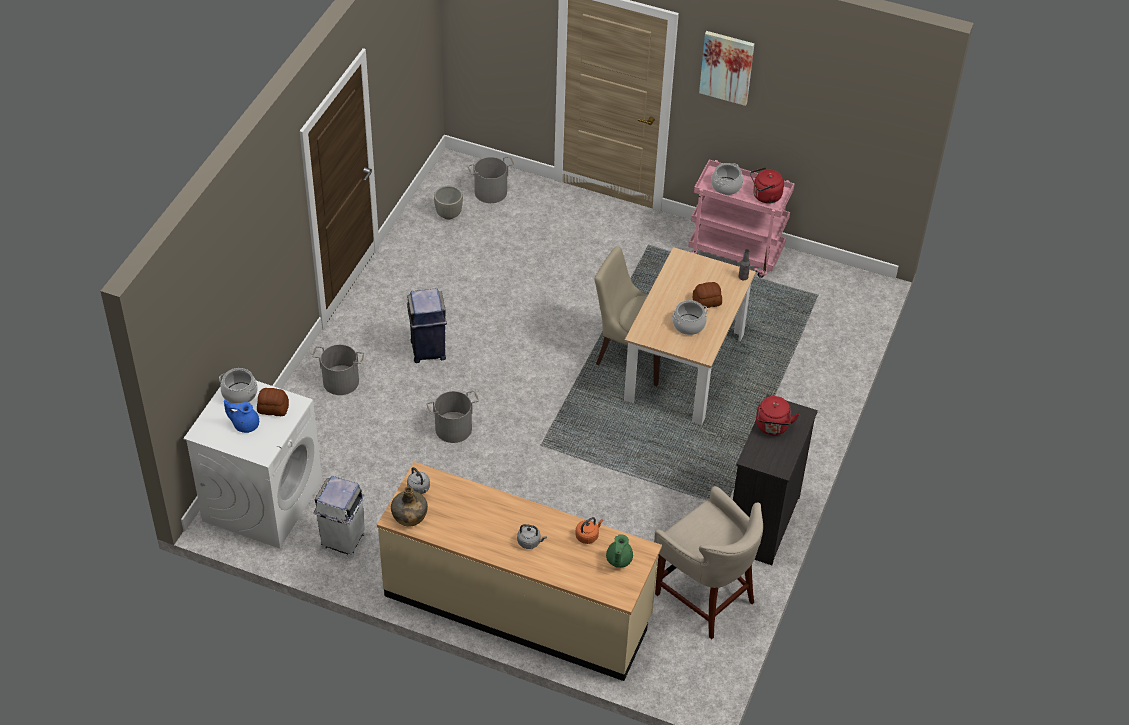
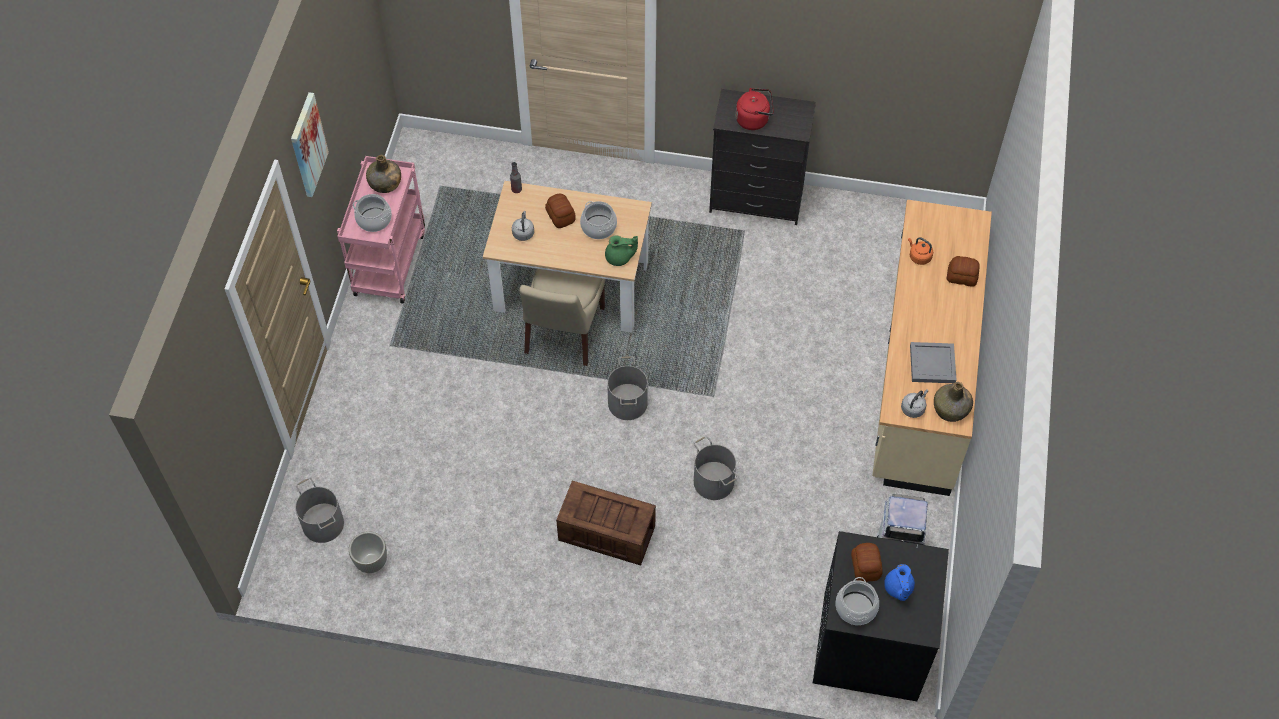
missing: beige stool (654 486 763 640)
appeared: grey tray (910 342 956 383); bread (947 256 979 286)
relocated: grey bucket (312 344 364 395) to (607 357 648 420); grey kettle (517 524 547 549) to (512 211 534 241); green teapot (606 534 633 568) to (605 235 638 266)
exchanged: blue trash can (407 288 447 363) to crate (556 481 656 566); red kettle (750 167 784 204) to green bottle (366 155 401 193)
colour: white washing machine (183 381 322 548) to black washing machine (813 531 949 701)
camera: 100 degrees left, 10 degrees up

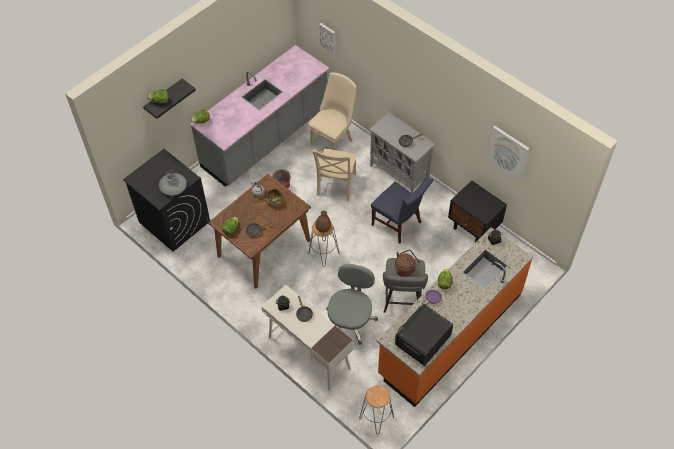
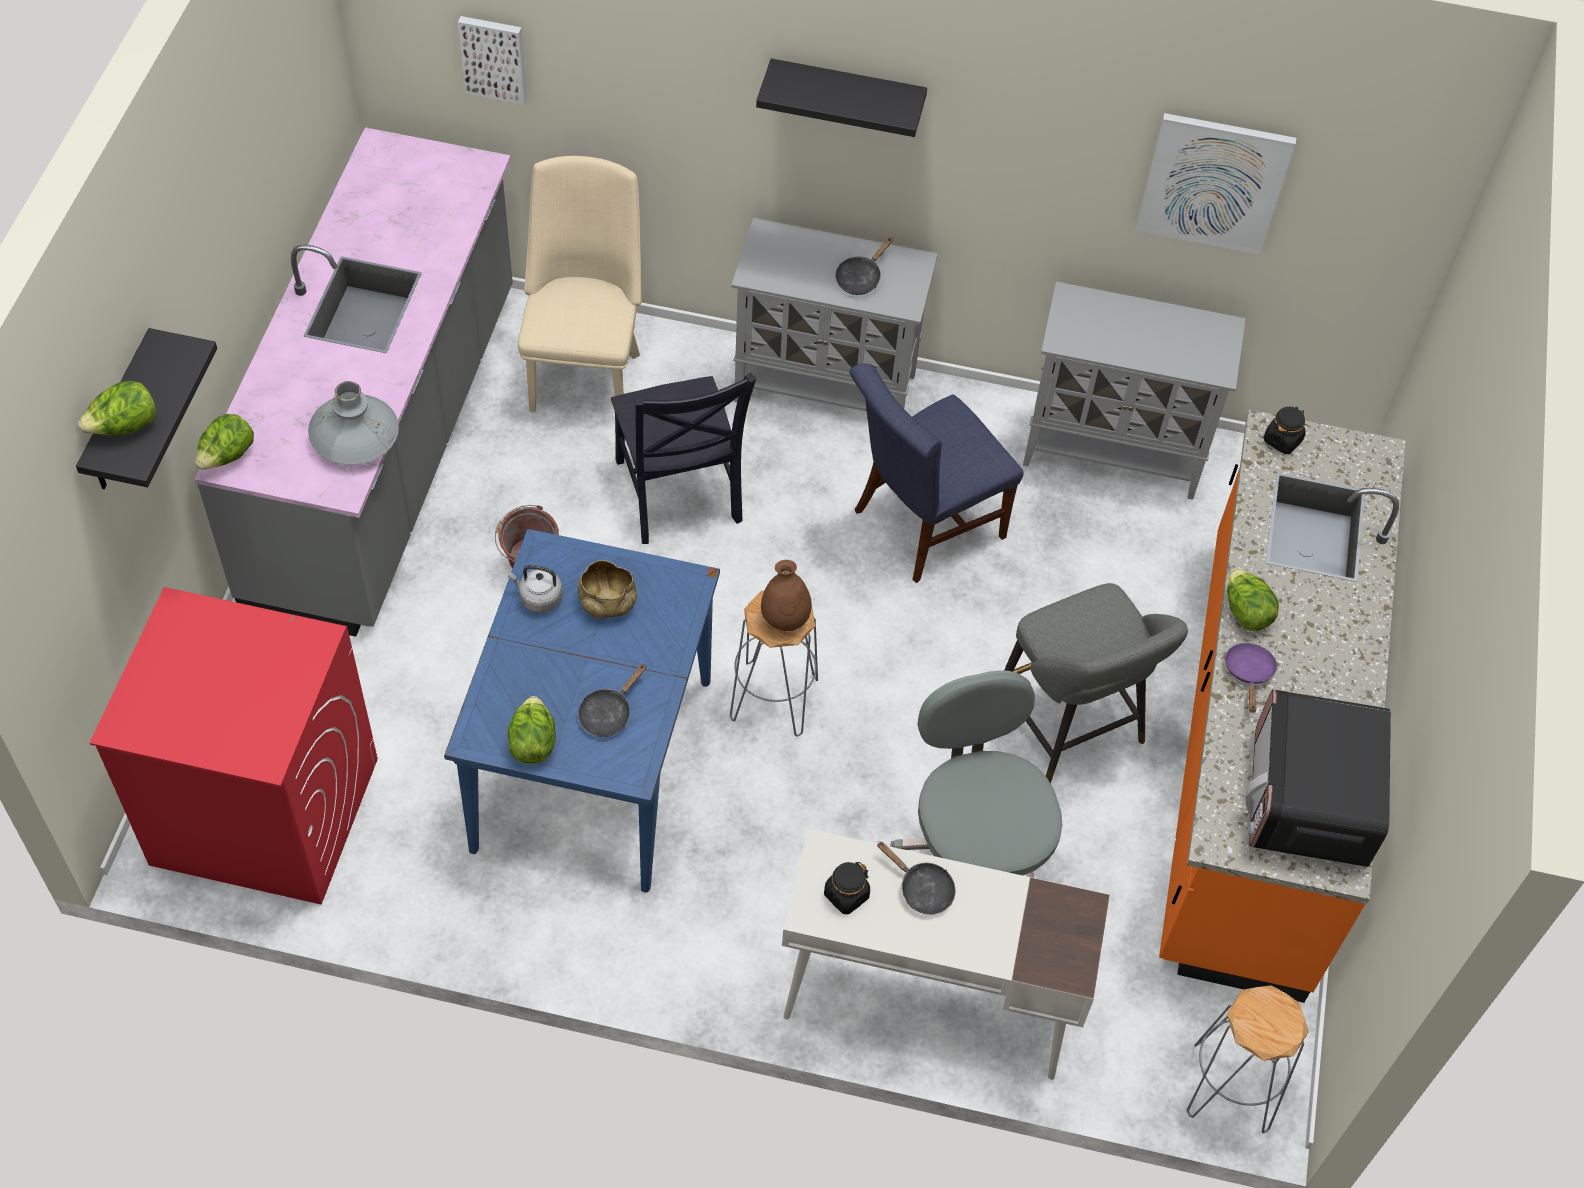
missing: brown kettle (395 250 420 277)
appeared: black shelf (756 58 927 137)
relocated: grey vase (159 170 187 196) to (308 381 399 465)
exchanged: black nightstand (448 180 507 242) to grey cabinet (1023 282 1246 500)
colour: black washing machine (123 149 210 252) to red washing machine (90 587 378 905); brown dining table (208 174 311 288) to blue dining table (444 529 720 893); beige chair (312 149 357 201) to black chair (611 373 756 544)
spun: blue chair (371 177 433 244) = (849 363 1024 583) 135 degrees clockwise
camera: 35 degrees left, 0 degrees up

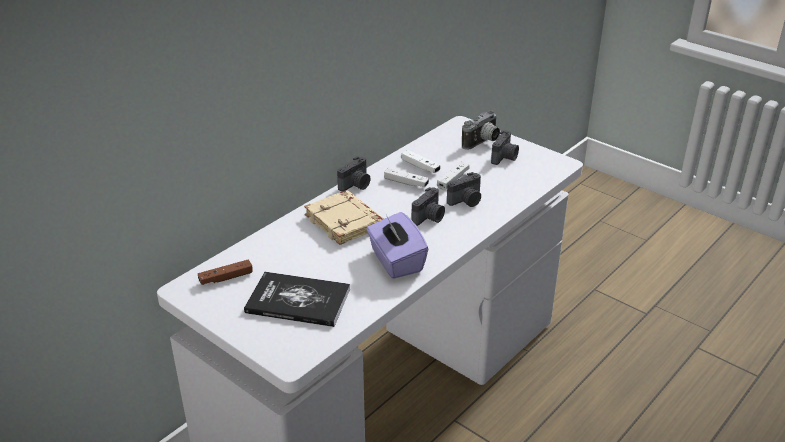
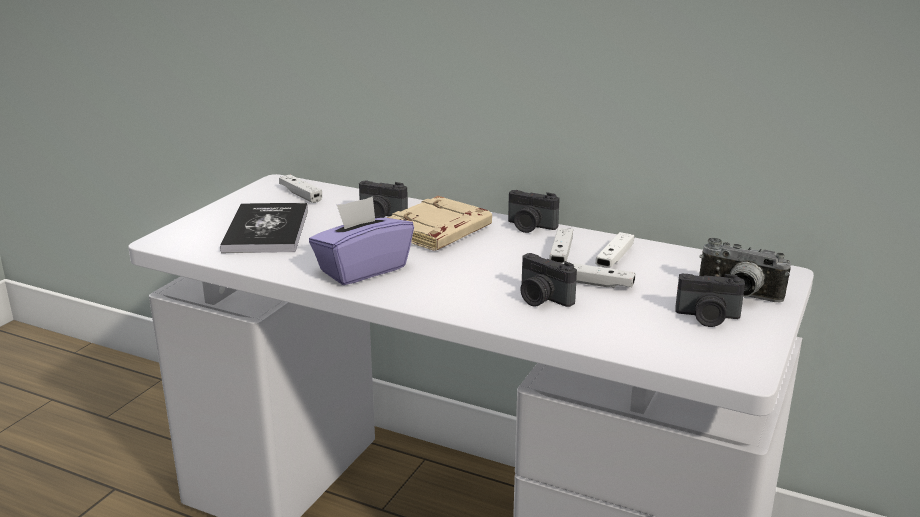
relocated: photo camera (411 187 445 226) to (359 180 408 218)
colour: brown game controller (198 260 253 285) to white game controller (279 175 322 203)
camera: 75 degrees right, 10 degrees down

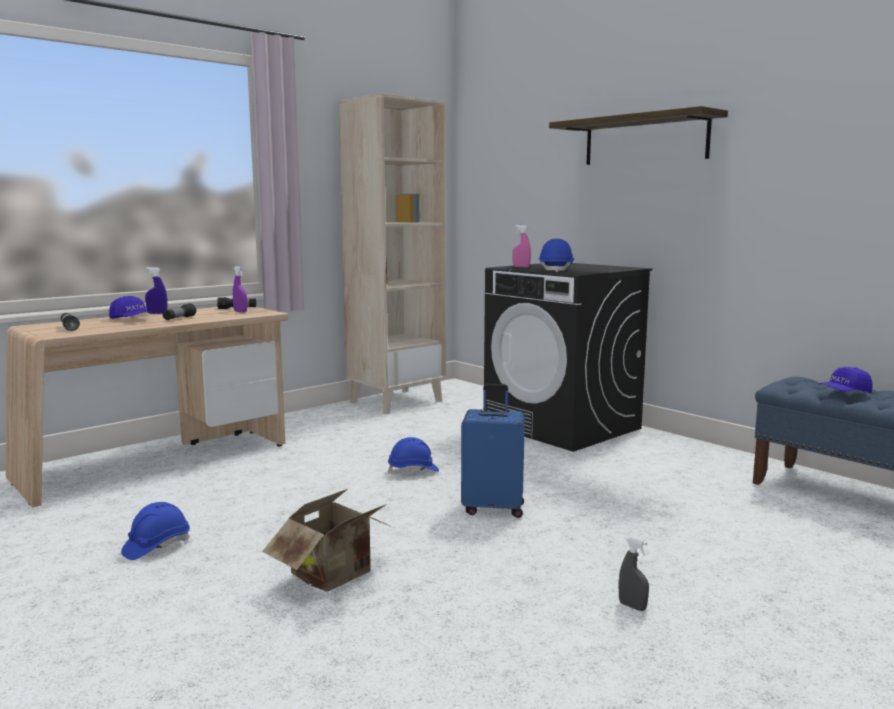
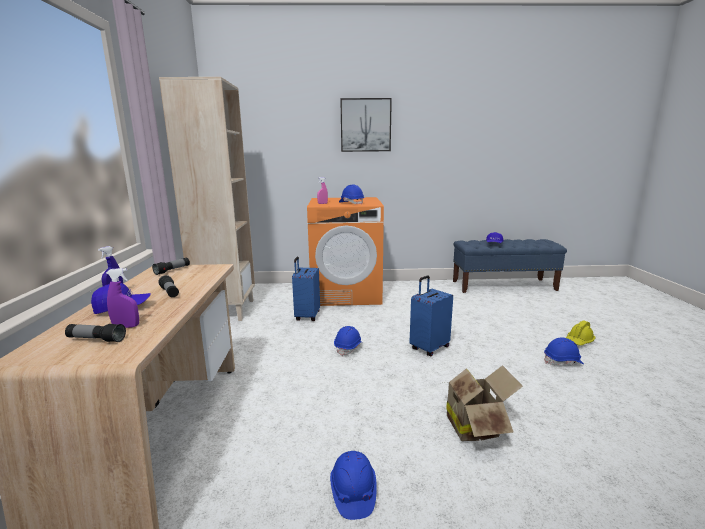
appeared: blue suitcase (292 257 320 321); yellow hard hat (566 321 595 345)
relocated: purple spray bottle (233 266 247 313) to (106 268 139 328)
exchanged: shelf (549 106 728 165) to picture (340 98 392 152); grey spray bottle (618 537 649 611) to blue hard hat (544 337 584 365)
colour: black washing machine (484 263 652 452) to orange washing machine (307 197 384 306)
camera: 50 degrees left, 5 degrees up

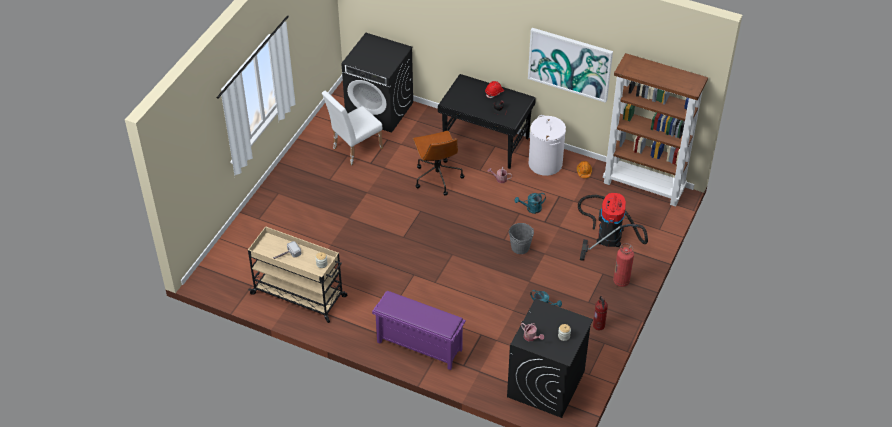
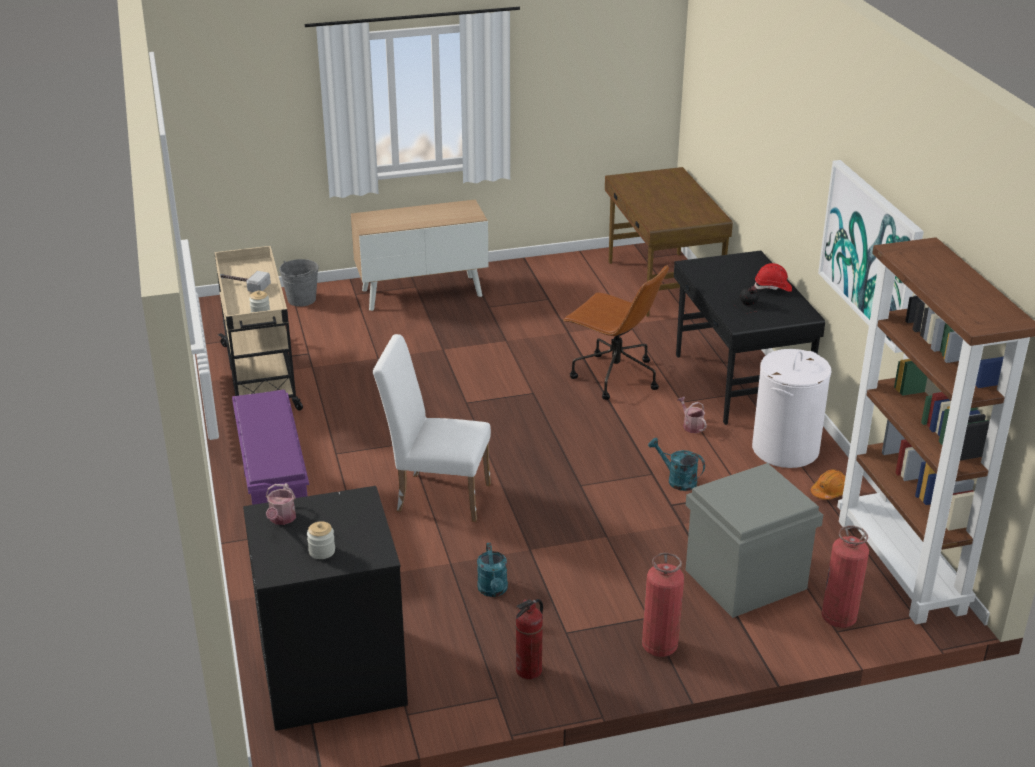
appeared: cabinet (351 199 489 311); fire extinguisher (822 526 869 628)
relocated: white chair (322 91 383 166) to (373 334 491 522); grey bucket (509 223 534 254) to (279 259 319 307)
exchanged: black washing machine (341 33 413 133) to brown desk (605 167 733 317); vacuum cleaner (578 193 648 261) to grey storage box (686 463 823 618)
spun: brown office chair (413 131 465 196) = (563 265 669 400) 90 degrees counterclockwise
camera: 50 degrees right, 15 degrees down

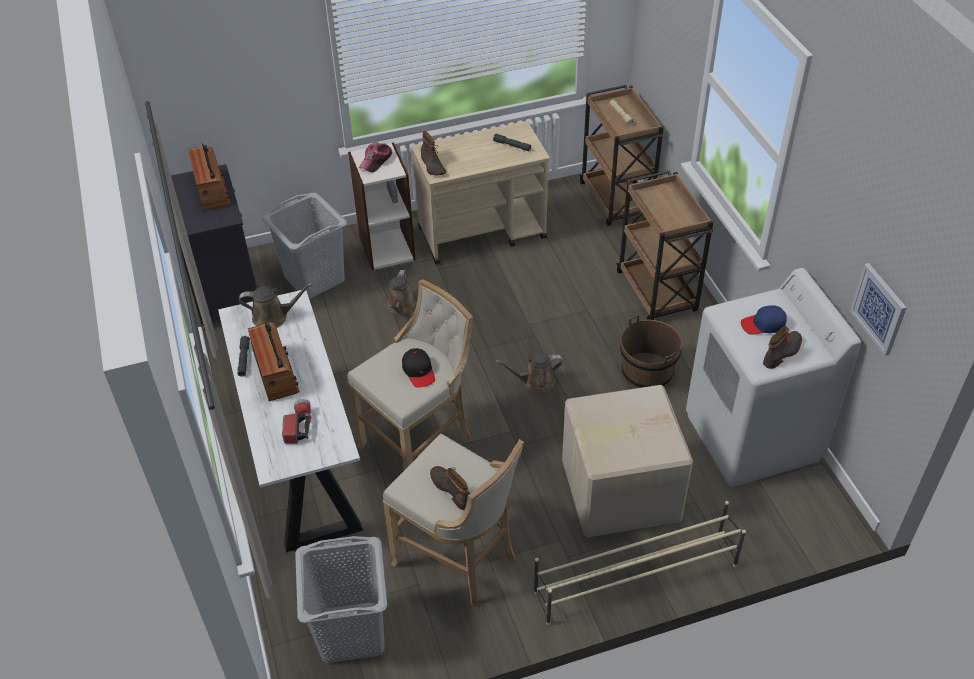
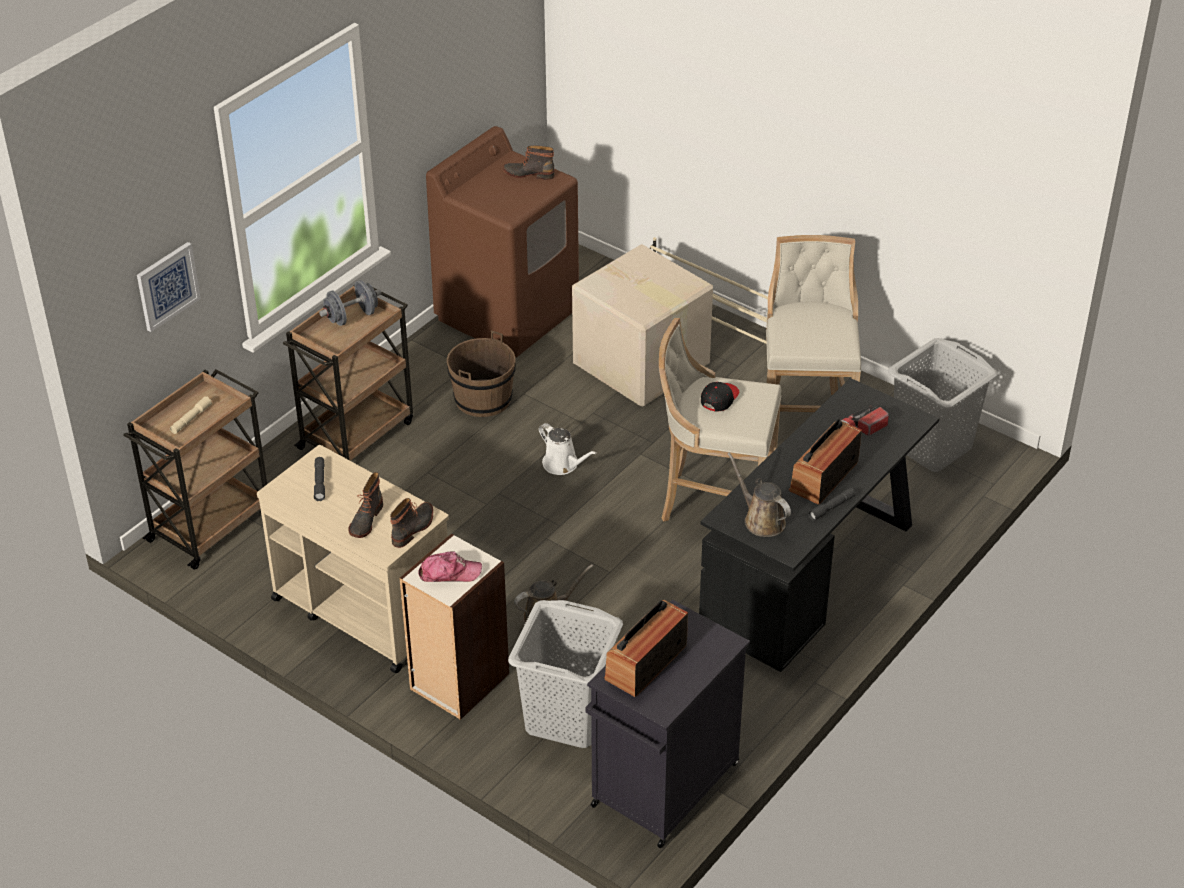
missing: blue cap (741 305 787 334)
appeared: grey dumbbell (319 280 382 326)
relocated: boot (430 466 470 510) to (348 472 383 538); picture (850 263 907 356) to (137 242 201 332)
colour: white desk (218 290 363 552) to black desk (699 378 940 672); brown watering can (495 352 563 392) to white watering can (539 423 597 475); white washing machine (686 268 861 487) to brown washing machine (426 126 579 357)
camera: 125 degrees left, 5 degrees down

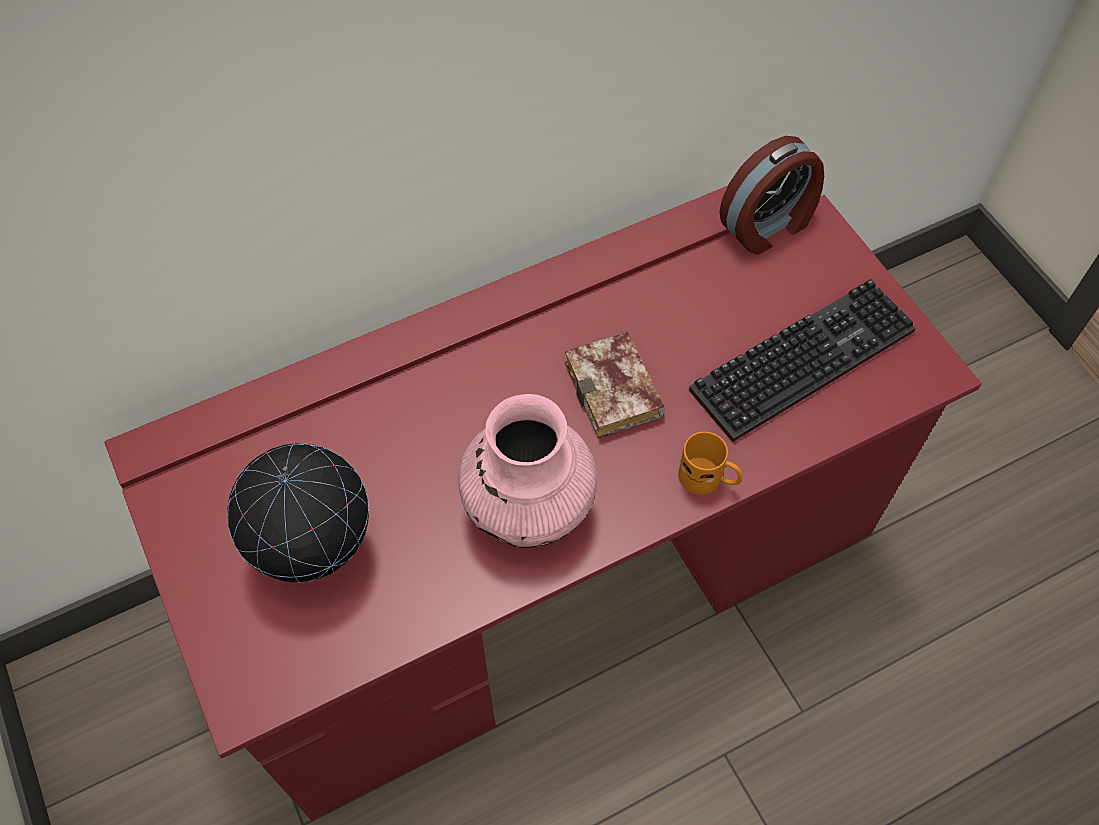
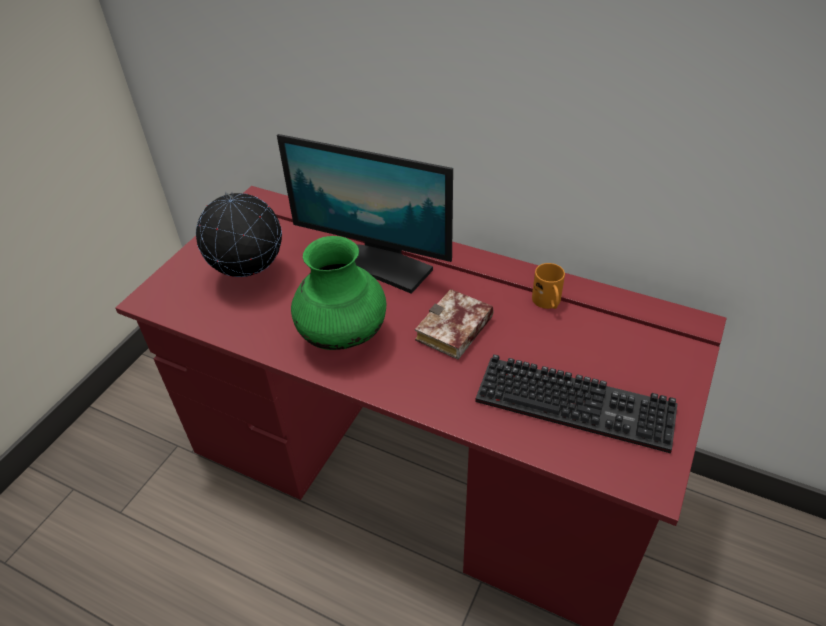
missing: alarm clock (719 136 824 255)
appeared: monitor (277 134 453 294)
relocated: orange mug (678 432 743 495) to (532 263 565 309)
colour: pink vase (458 394 597 548) to green vase (291 236 386 350)
camera: 55 degrees right, 15 degrees down

